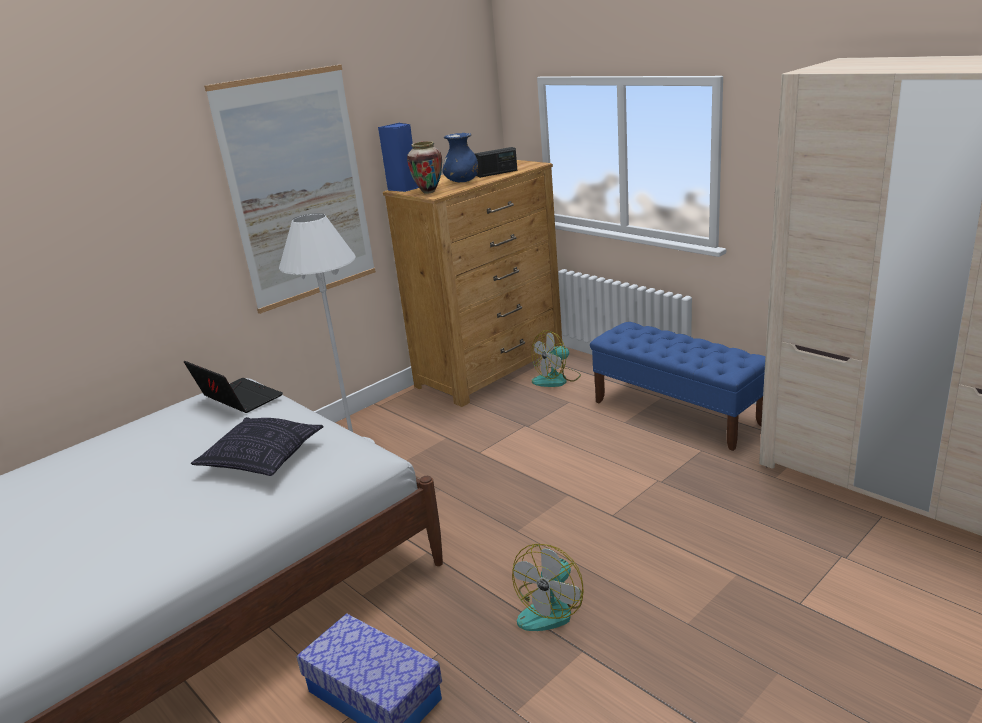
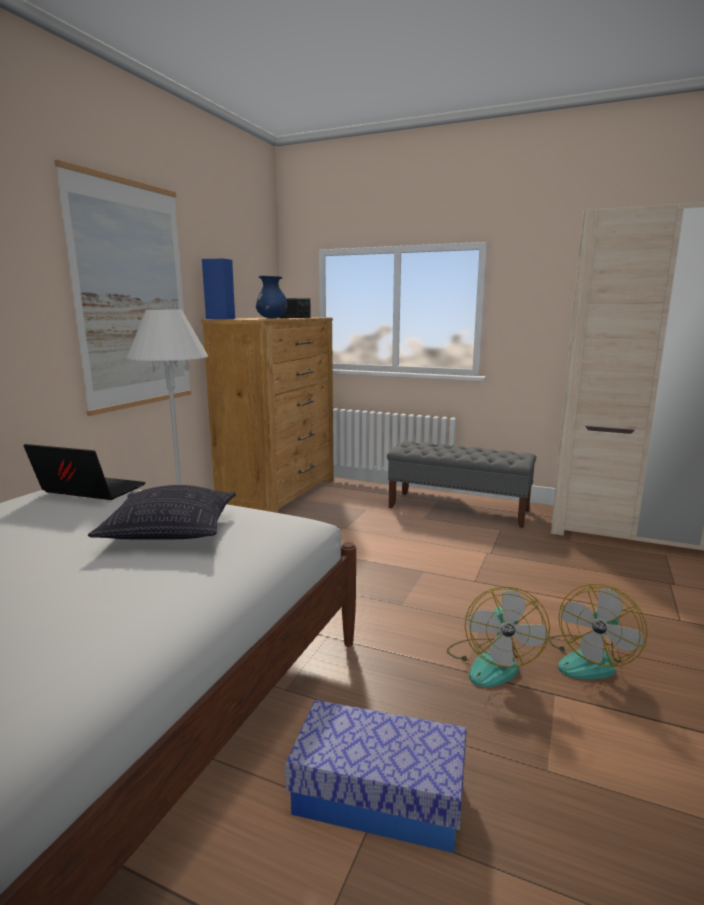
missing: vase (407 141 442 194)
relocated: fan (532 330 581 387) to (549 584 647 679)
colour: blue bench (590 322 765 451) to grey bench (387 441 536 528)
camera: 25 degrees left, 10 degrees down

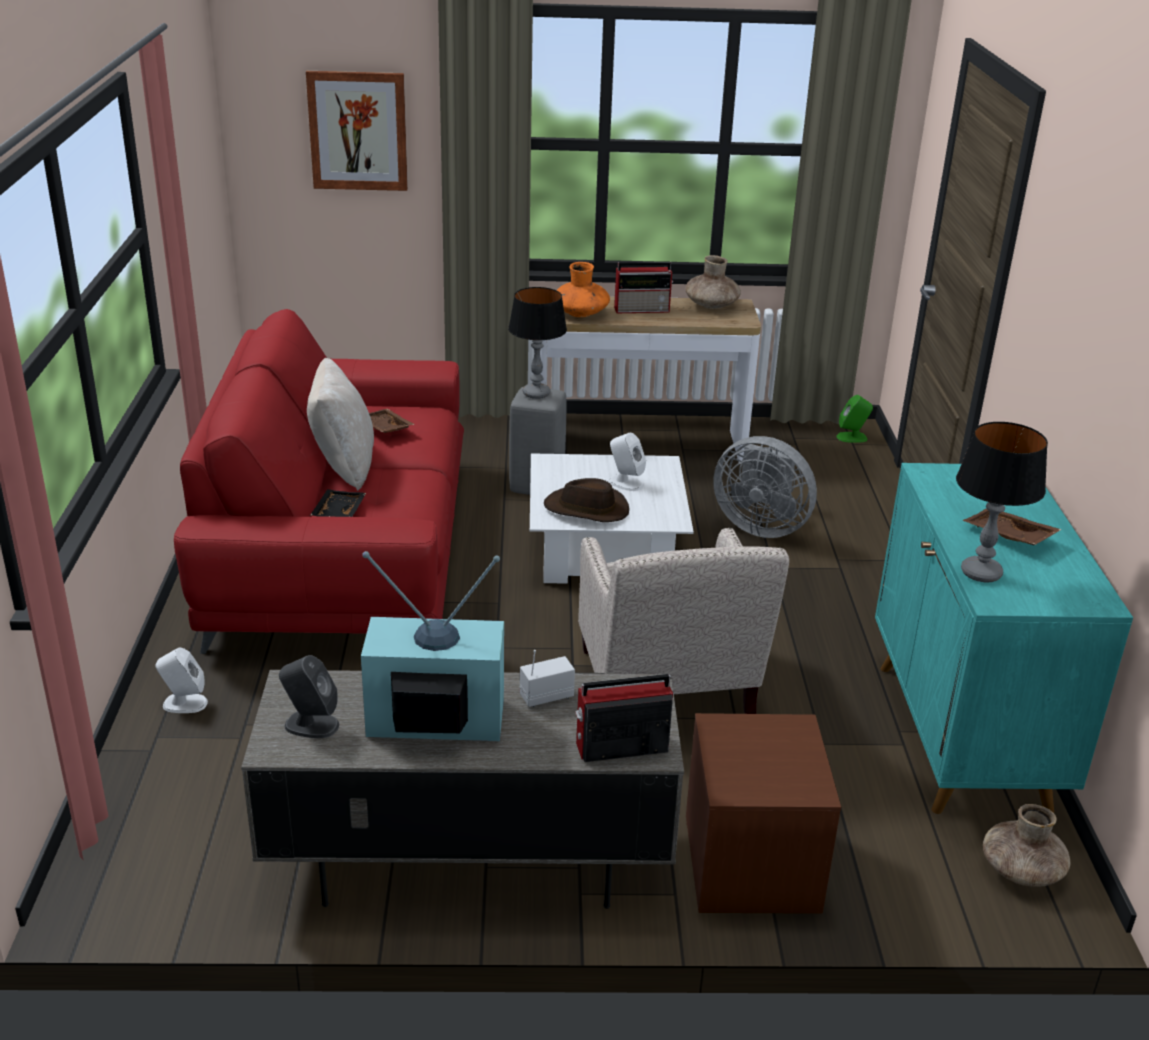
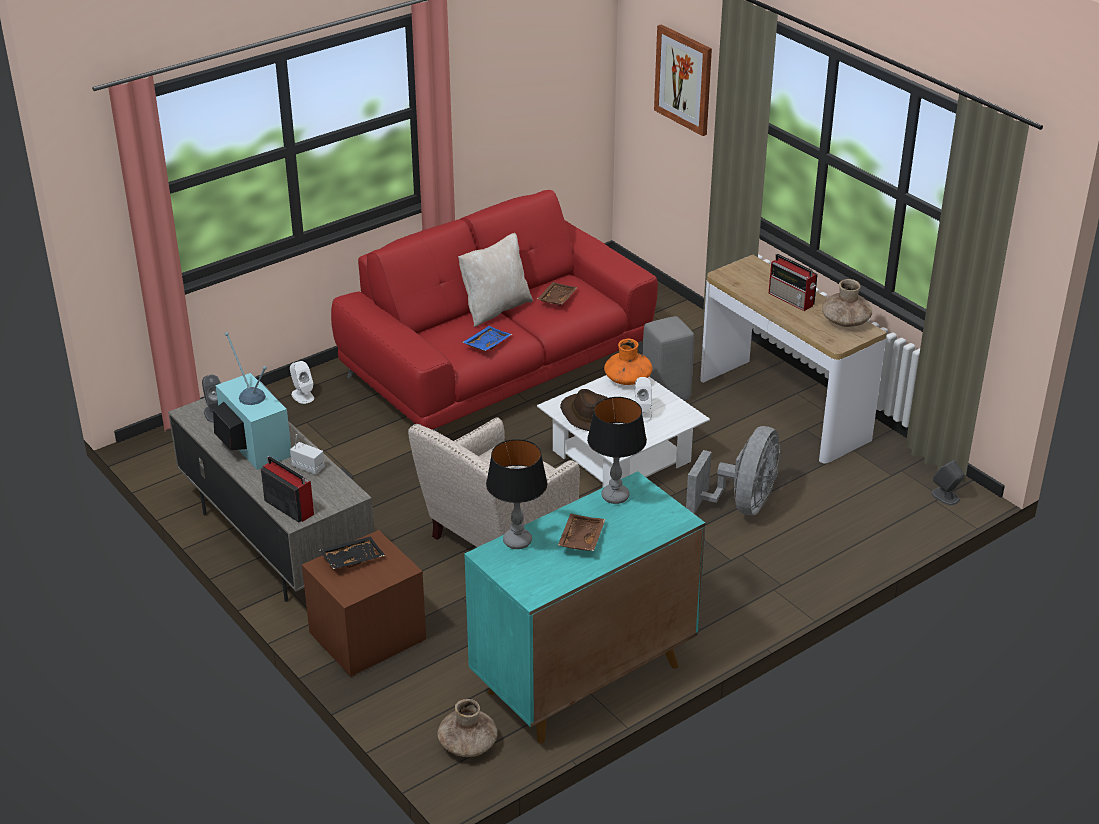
appeared: blue tray (462 326 512 351)
relocated: black tray (310 489 366 517) to (319 536 385 569); table lamp (508 287 567 399) to (587 397 647 504); orange vase (557 262 610 317) to (604 338 652 385)
colour: green speaker (836 395 873 443) to grey speaker (931 460 964 505)
spun: grey fan (713 436 817 538) = (686 426 780 515) 150 degrees counterclockwise
camera: 55 degrees right, 5 degrees up

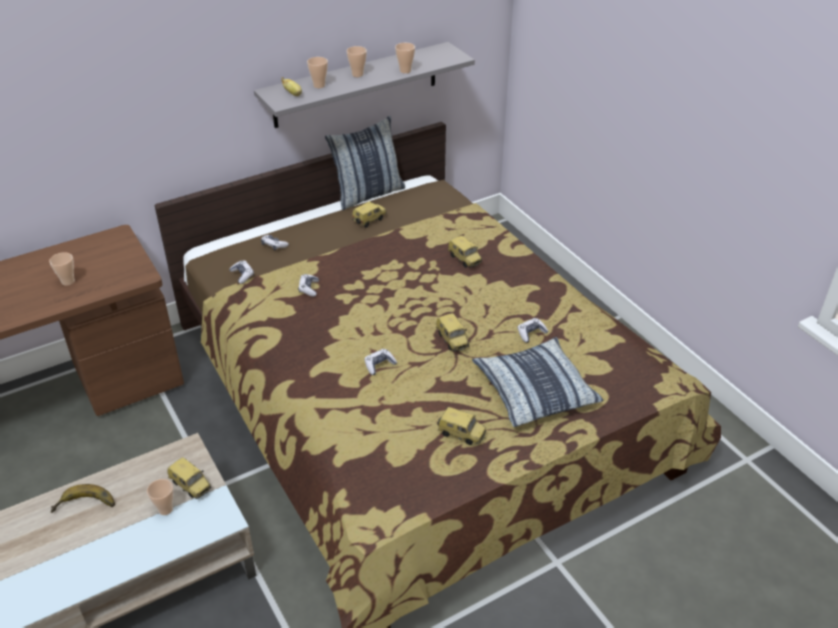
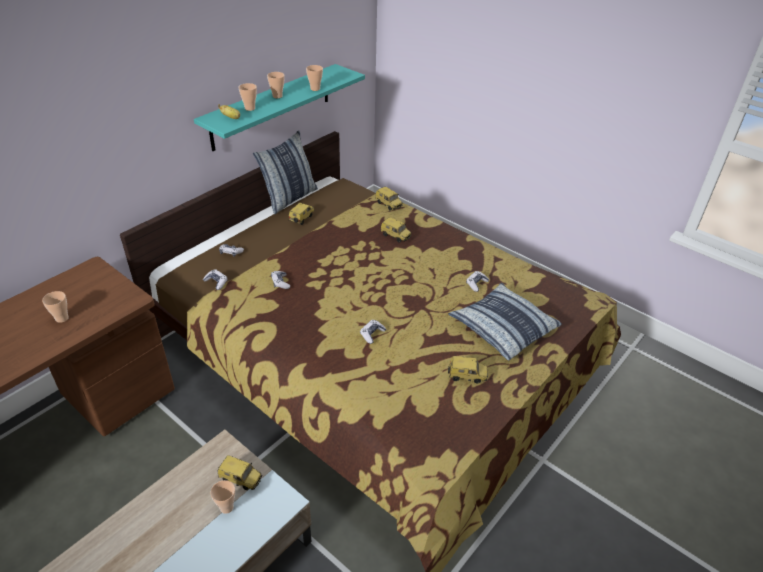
missing: banana (51 484 115 513)
relocated: toy car (436 313 469 351) to (375 187 403 211)
colour: grey shelf (254 42 475 128) to turquoise shelf (194 64 365 151)
camera: 20 degrees left, 0 degrees up

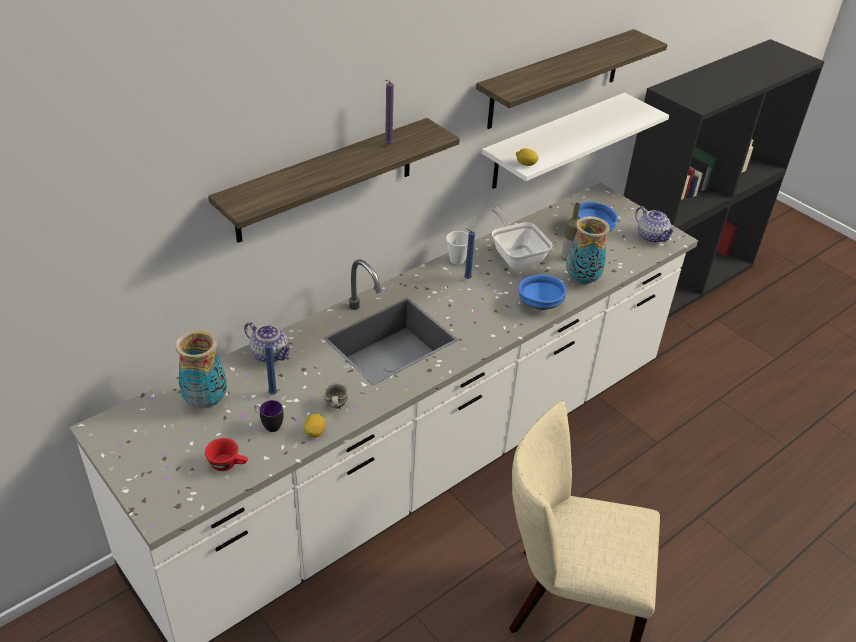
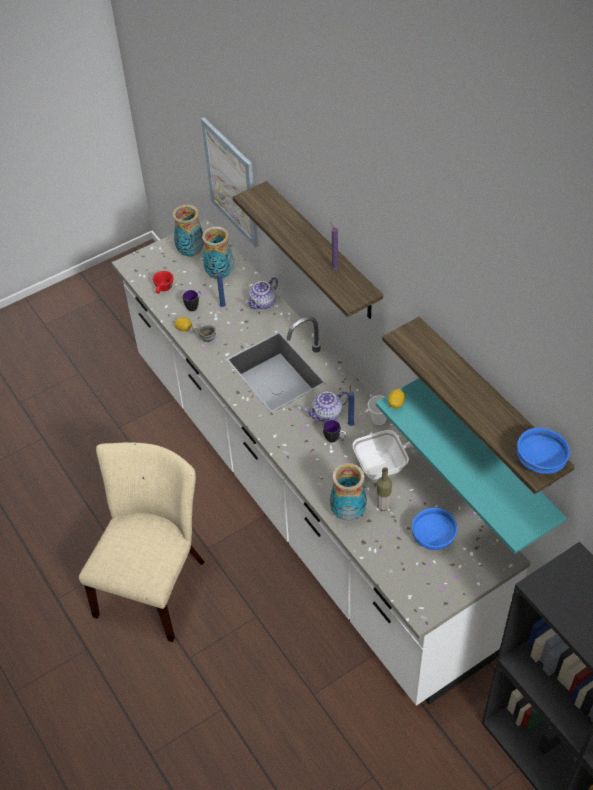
appeared: vase (173 205 205 257); picture (201 117 259 248); mug (323 420 347 443)
relocated: blue bowl (518 275 566 310) to (517 428 570 474); teapot (635 206 676 243) to (305 391 348 422)
colour: white shelf (482 93 669 189) to turquoise shelf (376 378 567 554)
camera: 100 degrees right, 10 degrees up

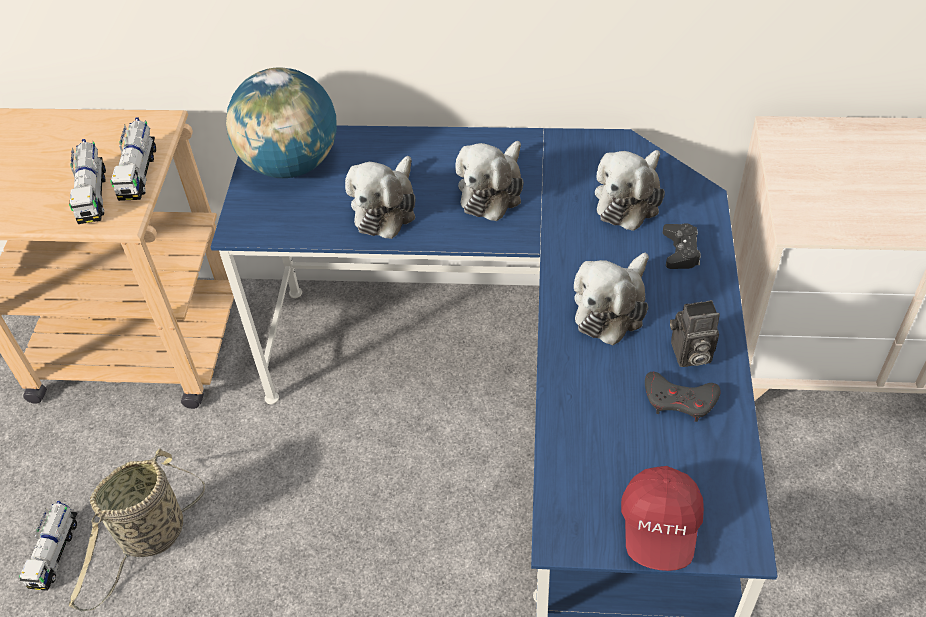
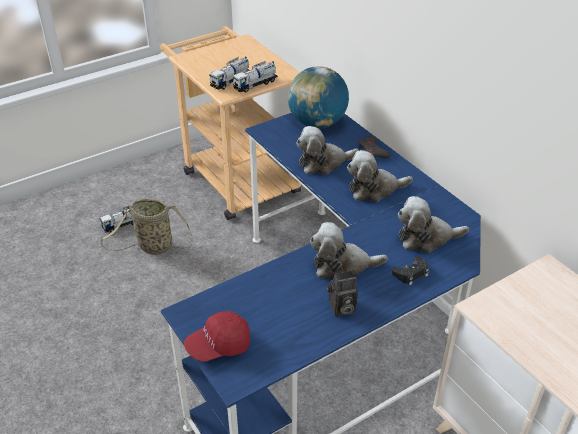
relocated: grey game controller (645 372 721 422) to (359 136 391 159)
spun: photo camera (670 300 720 367) = (327 270 358 316) 60 degrees counterclockwise
camera: 50 degrees right, 10 degrees down

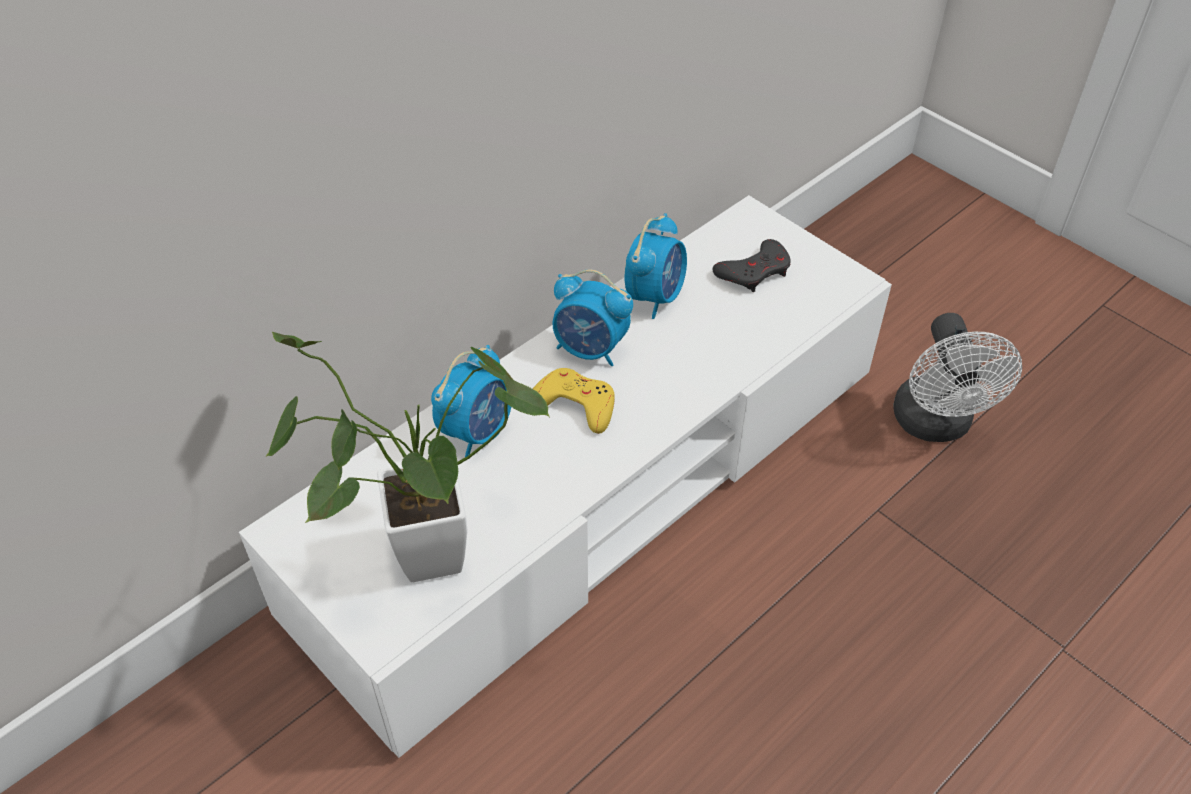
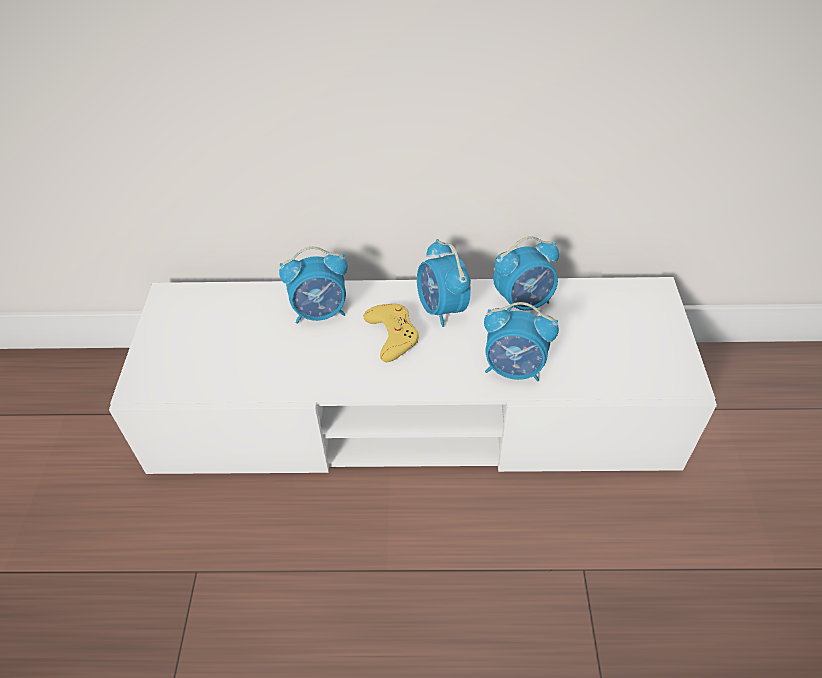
missing: potted plant (265 332 550 582); grey game controller (713 239 791 292); white fan (893 313 1022 442)
appeared: alarm clock (484 302 559 382)
camera: 45 degrees right, 0 degrees up

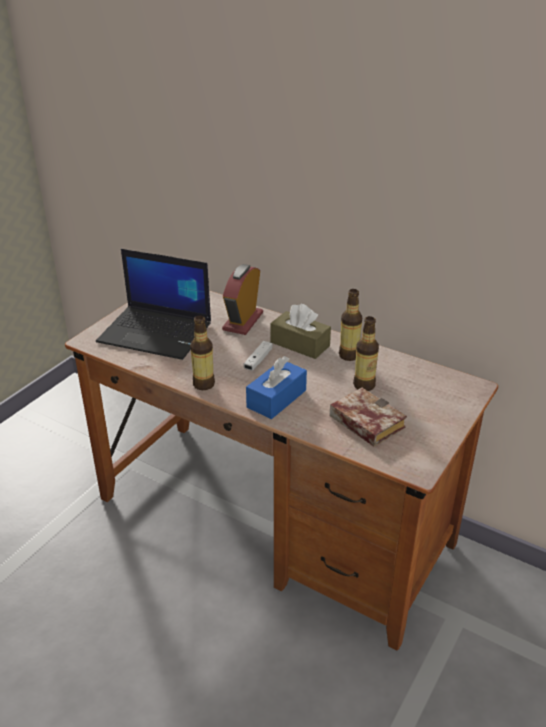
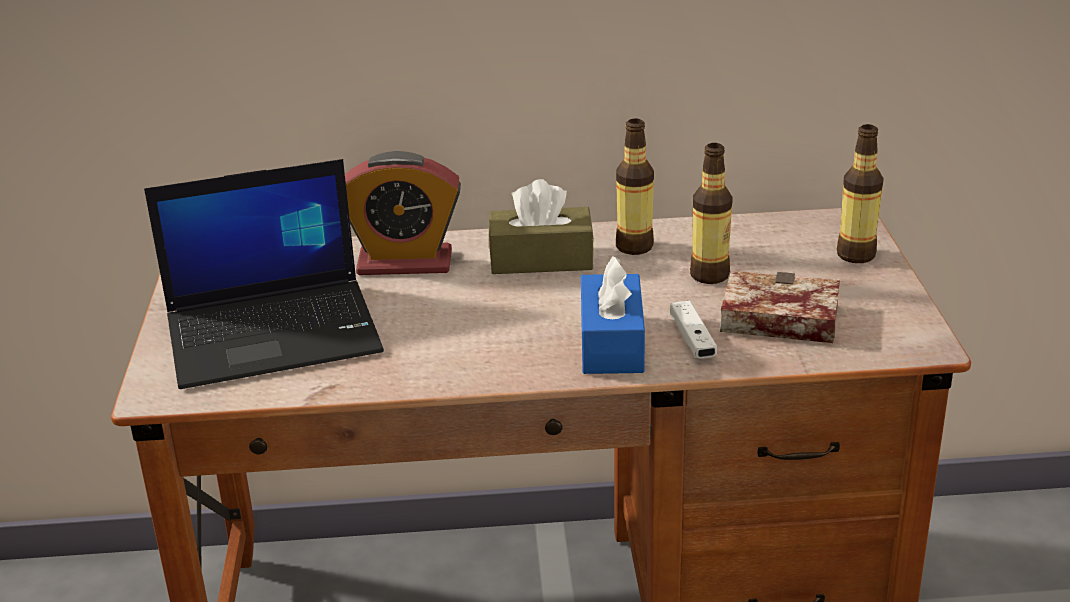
relocated: bottle (190 315 215 390) to (837 124 884 263); white game controller (244 341 273 370) to (670 301 717 359)
spun: alarm clock (222 264 263 335) = (345 151 461 275) 75 degrees counterclockwise
camera: 35 degrees left, 5 degrees down

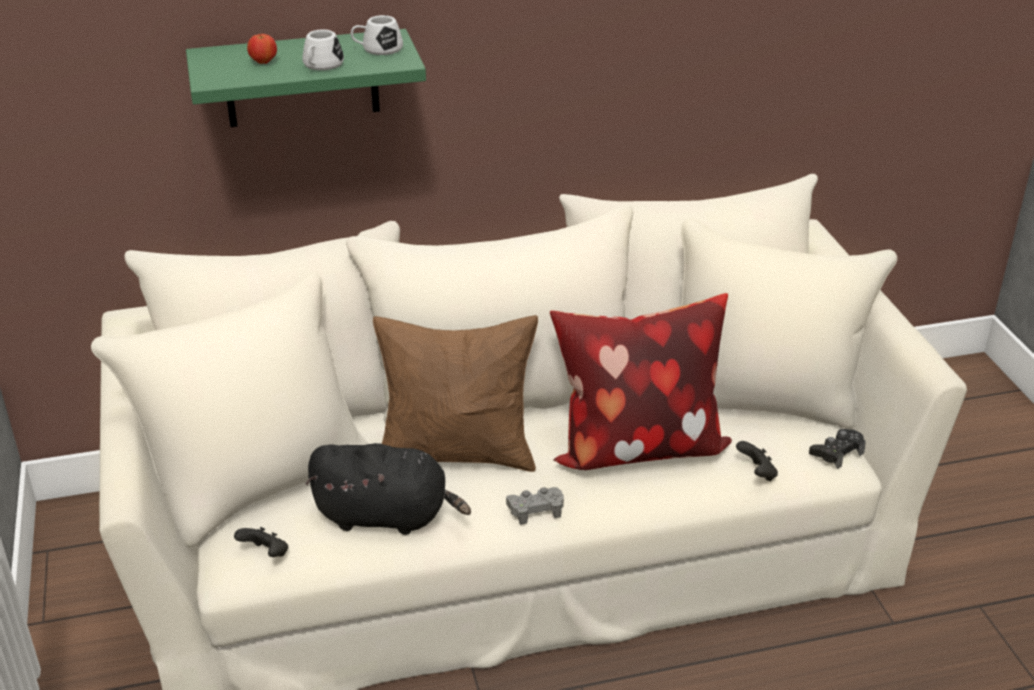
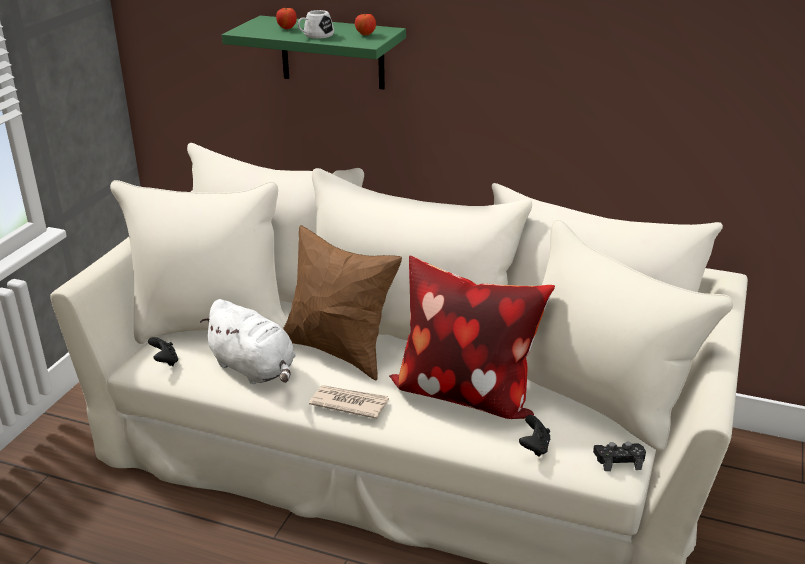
exchanged: white mug (351 15 403 55) to apple (355 14 376 36); grey game controller (506 487 564 525) to newspaper (309 385 389 419)
colour: black plush toy (305 443 471 535) to white plush toy (200 299 296 384)
camera: 35 degrees right, 5 degrees down

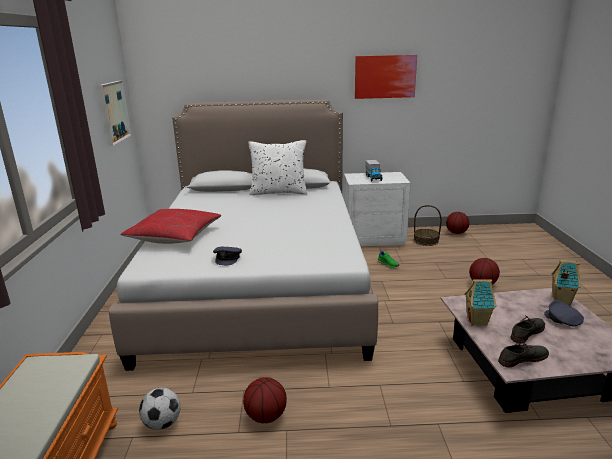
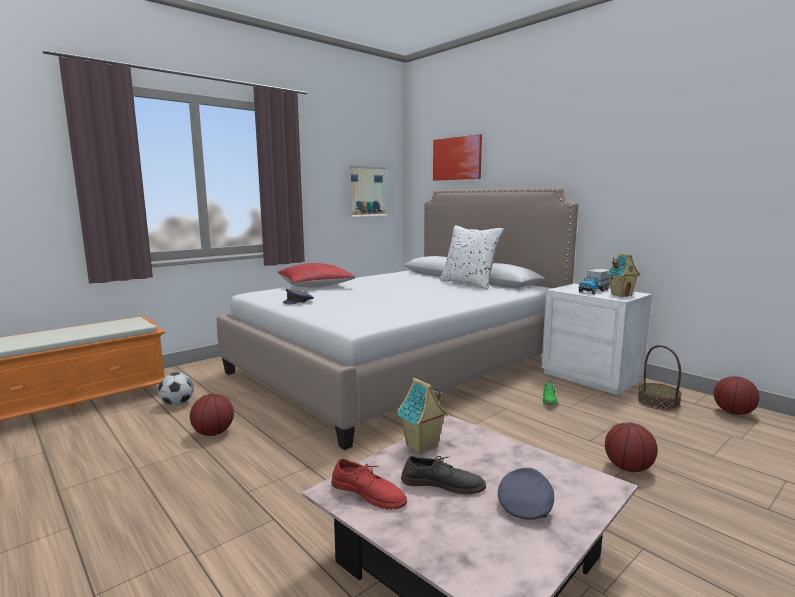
relocated: picture (355 55 417 99) to (433 134 482 181); toy house (551 260 581 305) to (607 253 640 297)
colour: grey shoe (498 340 549 368) to red shoe (331 458 407 510)
camera: 50 degrees right, 10 degrees down

